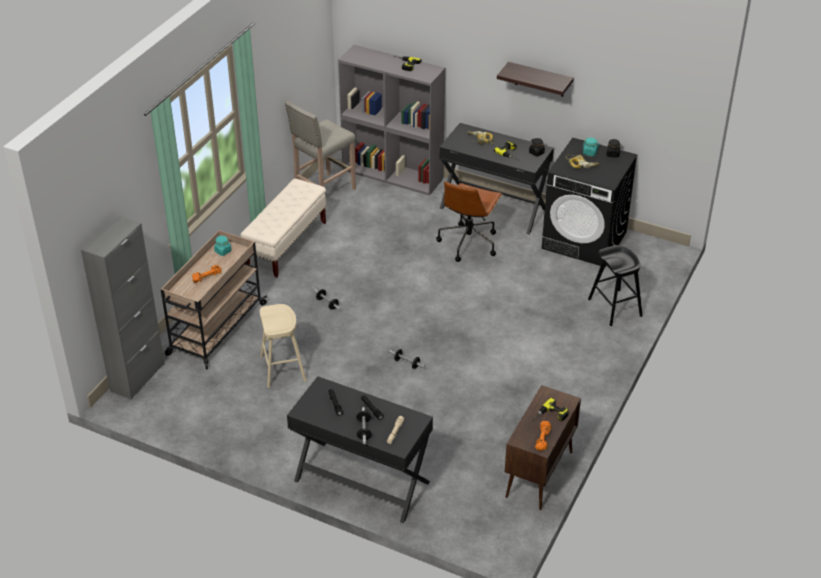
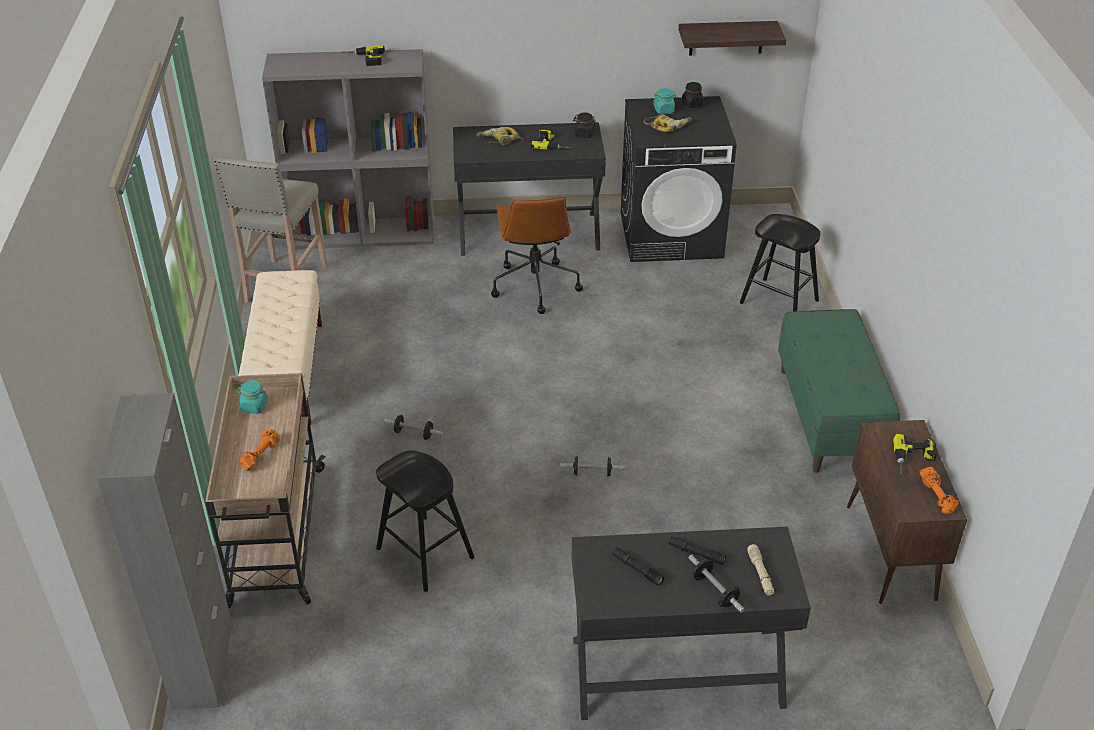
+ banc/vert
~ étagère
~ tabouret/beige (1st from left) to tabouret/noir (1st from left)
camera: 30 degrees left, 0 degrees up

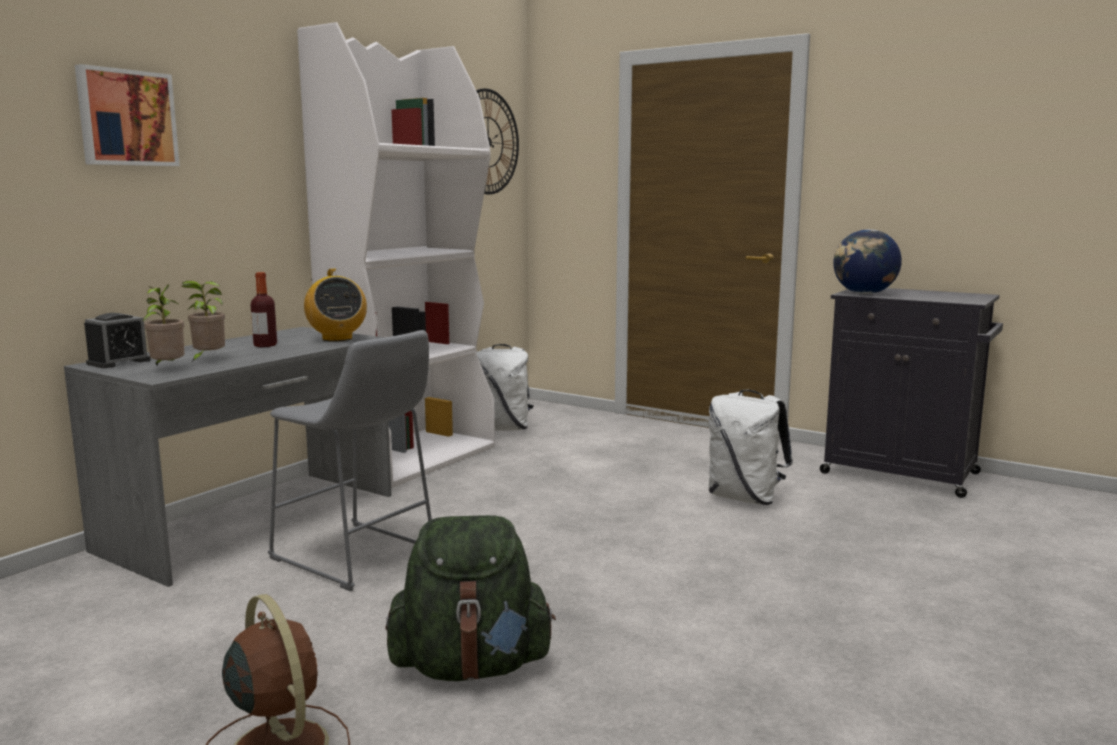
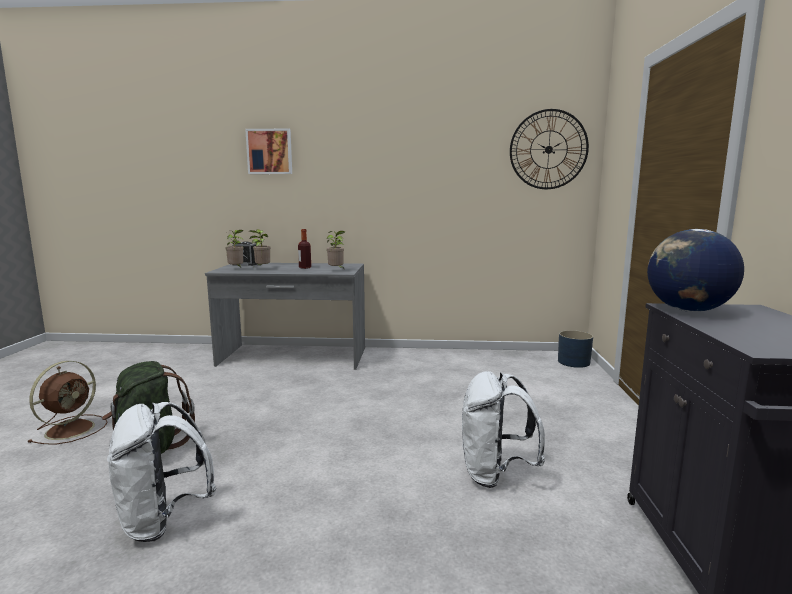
- tabouret/gris
- bibliothèque/blanc
+ cache-pot/bleu
~ sac à dos/blanc (1st from left)
~ radio to plante en pot (3rd from left)
camera: 60 degrees right, 0 degrees up

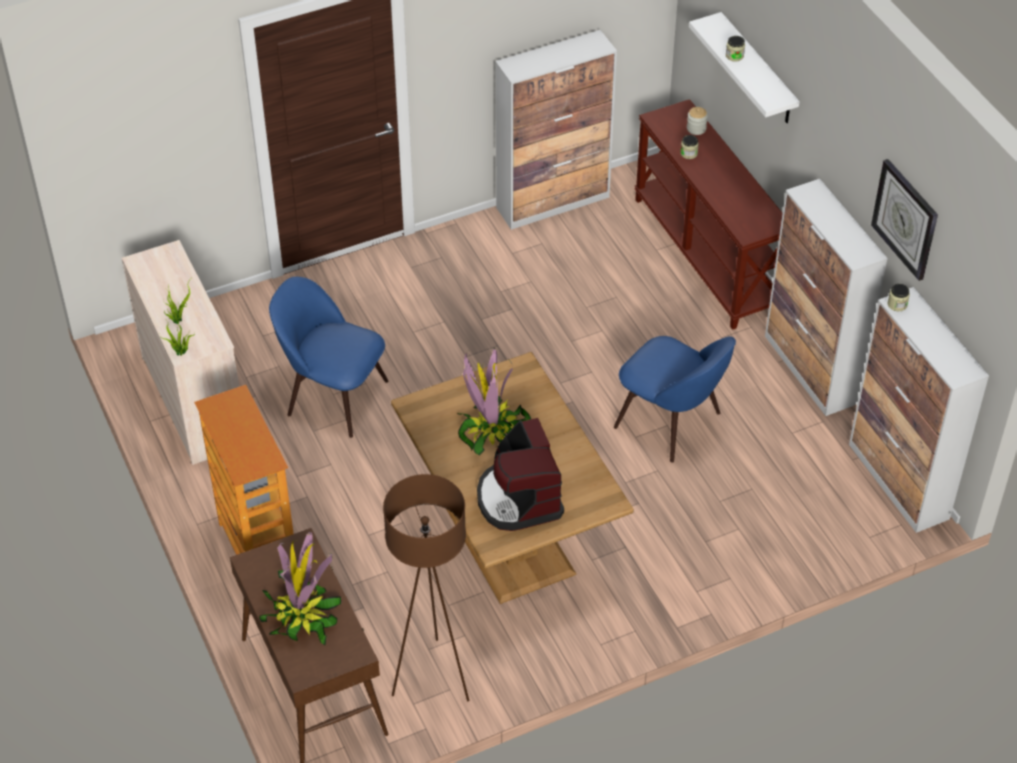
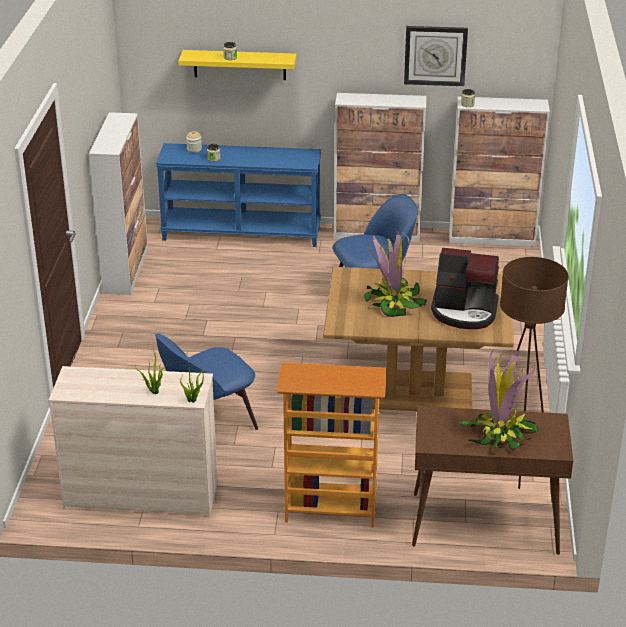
~ table console/marron (2nd from left) to table console/bleu
~ étagère/blanc to étagère/jaune
camera: 60 degrees left, 15 degrees down

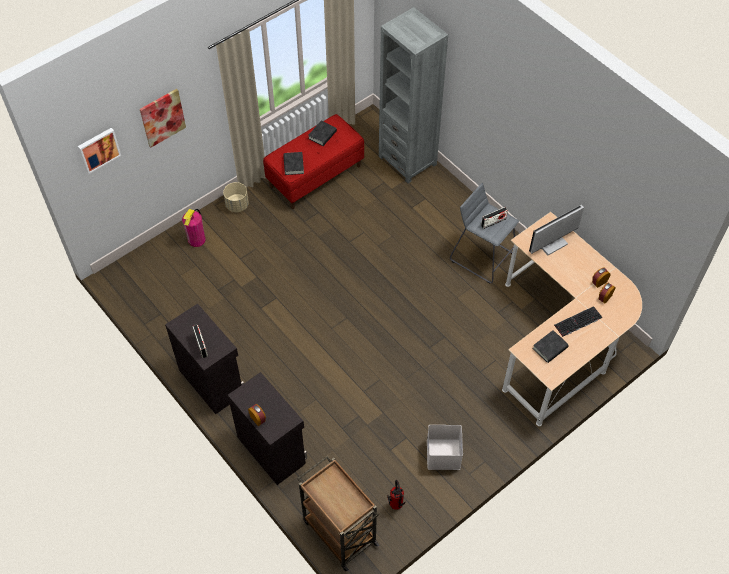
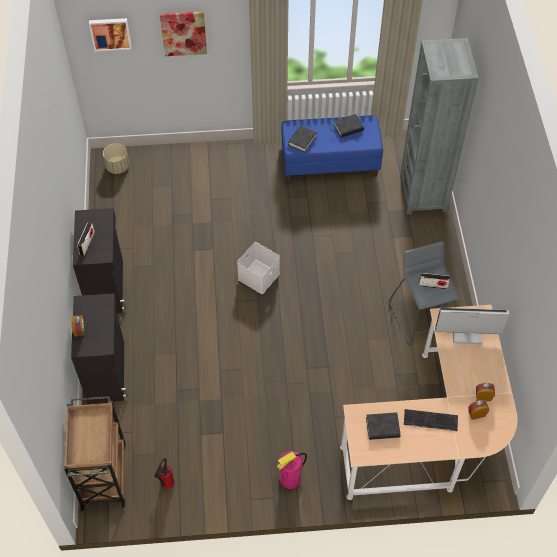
~ extincteur (1st from left in the first image) to extincteur (2nd from left)
~ cache-pot/beige
~ boîte de rangement/blanc
~ banc/rouge to banc/bleu
camera: 35 degrees right, 0 degrees up

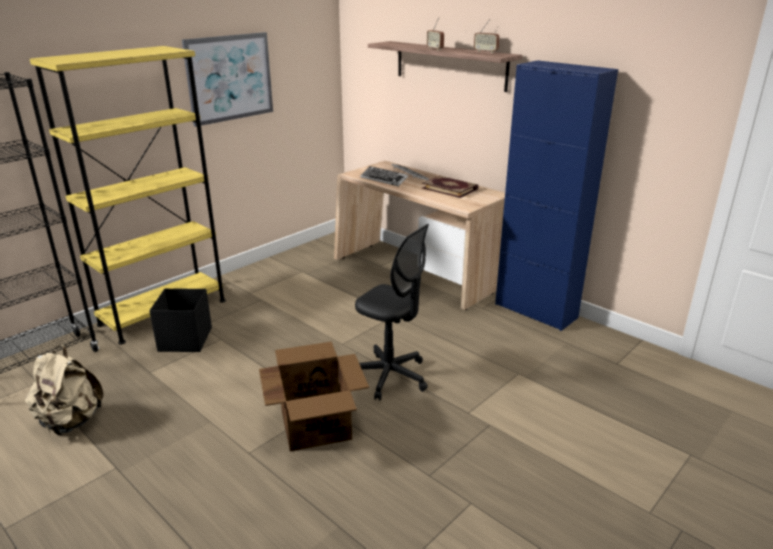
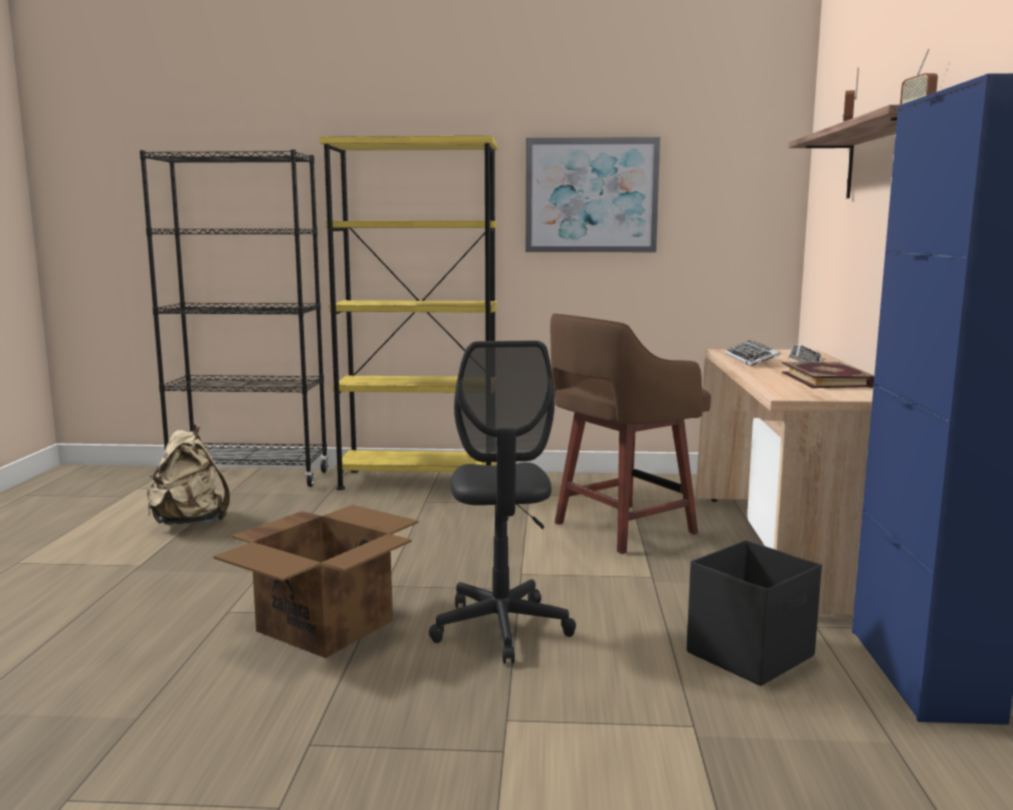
+ tabouret/marron
~ boîte de rangement/noir
camera: 50 degrees right, 15 degrees down

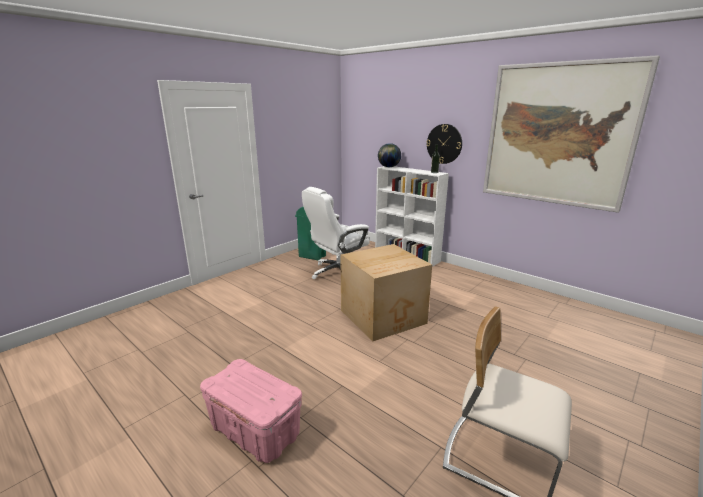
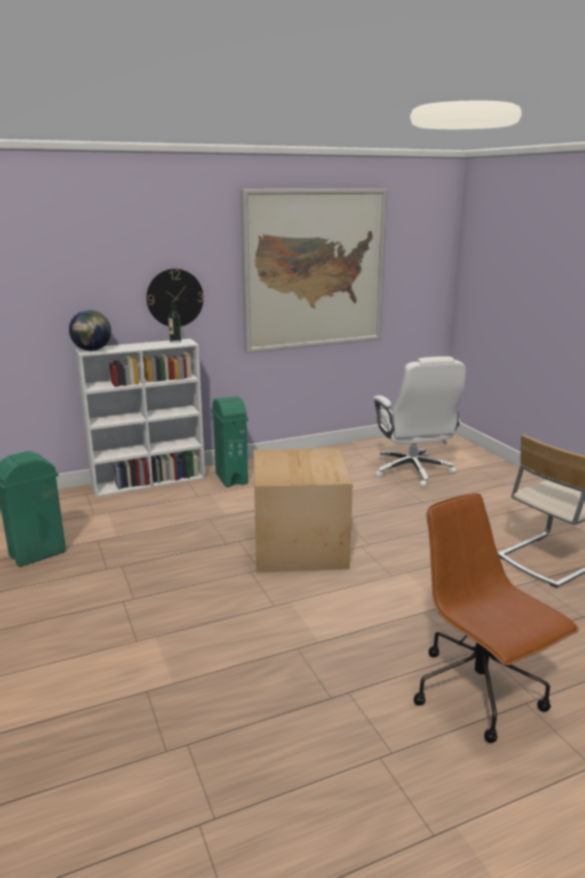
+ poubelle/vert (2nd from left)
~ chaise de bureau/blanc
~ boîte de rangement/rose to chaise de bureau/marron
camera: 65 degrees left, 0 degrees up

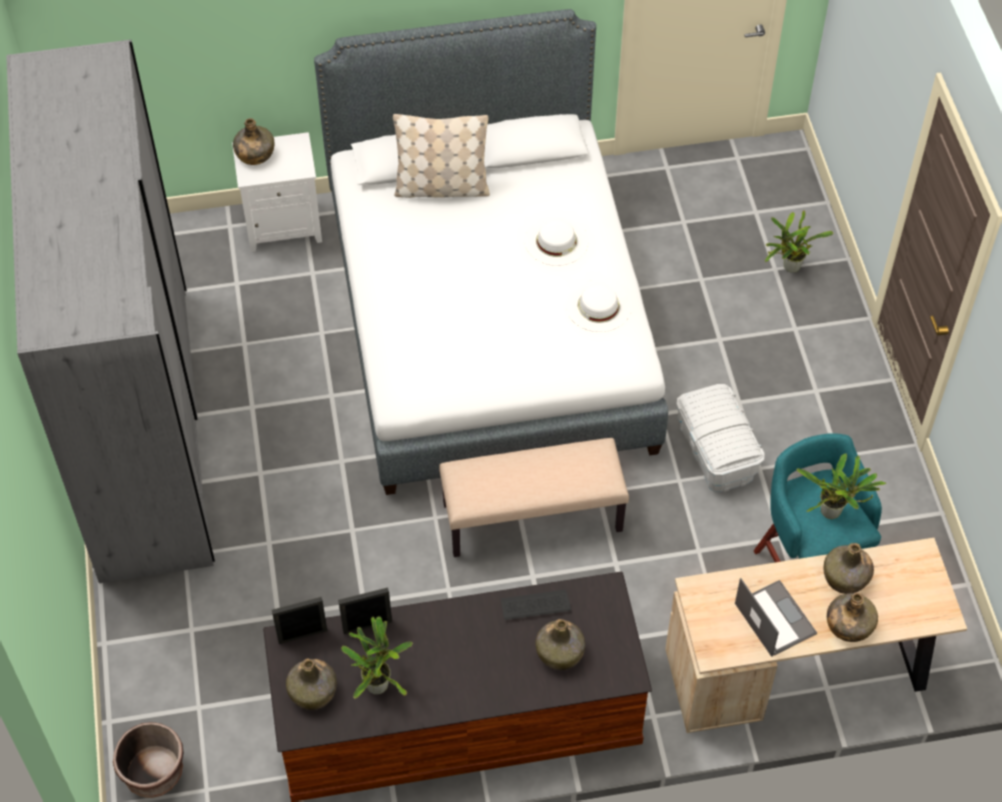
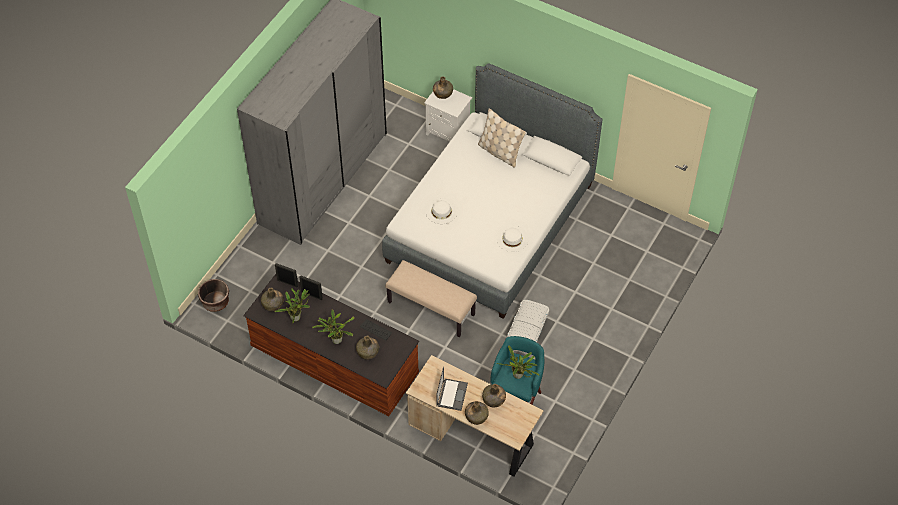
~ chapeau/blanc (1st from left)
~ plante en pot (2nd from left)
camera: 40 degrees right, 0 degrees up

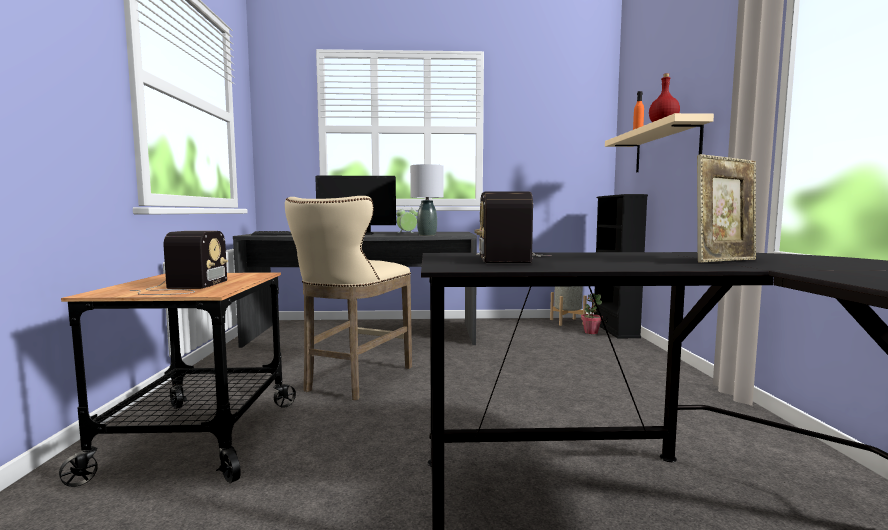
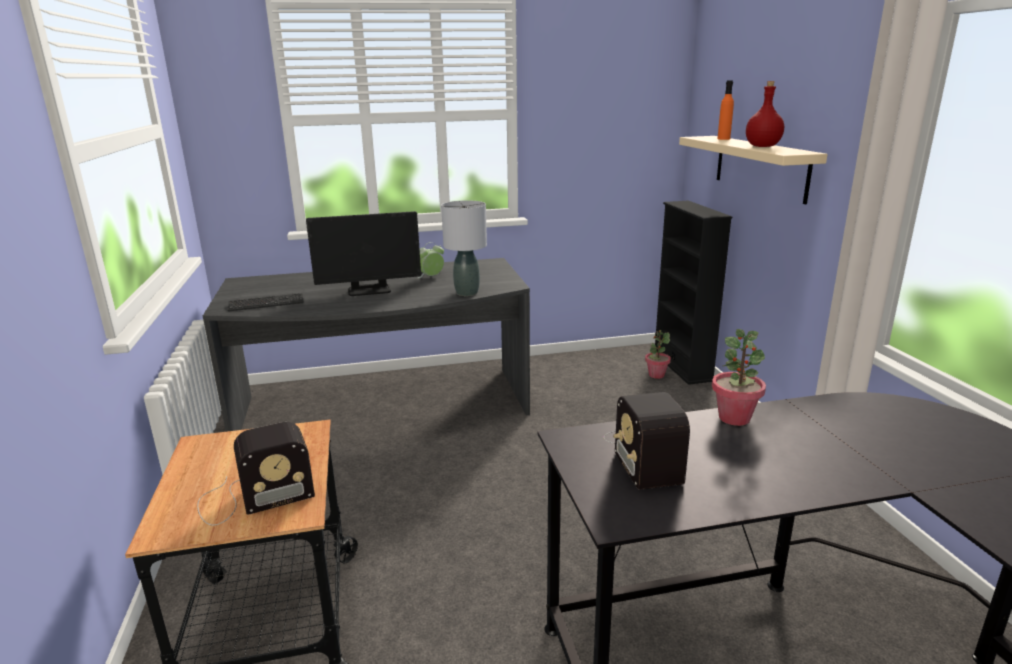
- tabouret/beige
- cache-pot/gris
- cadre photo
+ plante en pot (2nd from left)
~ radio (1st from left) 75 degrees clockwise
camera: 10 degrees left, 15 degrees up

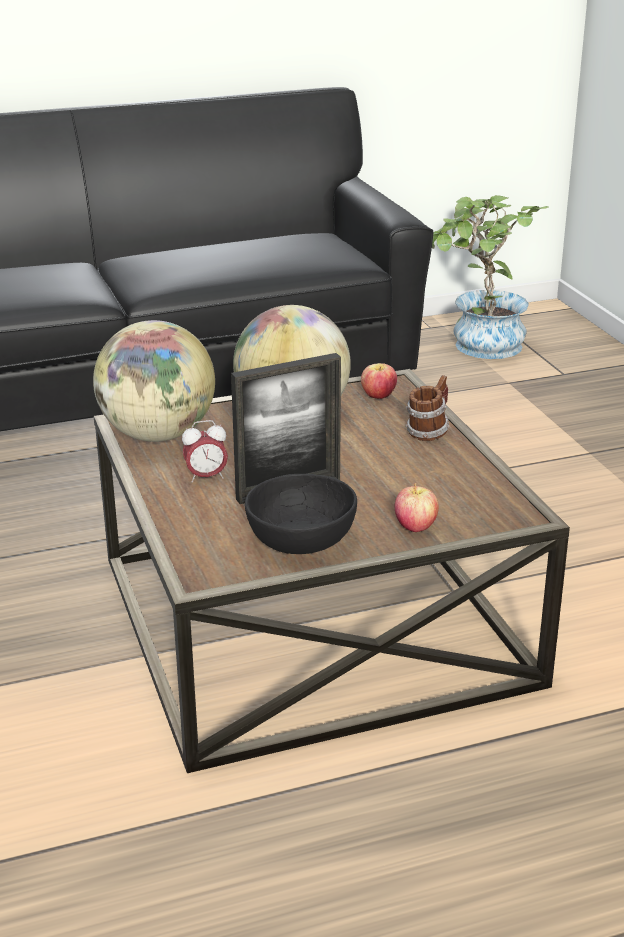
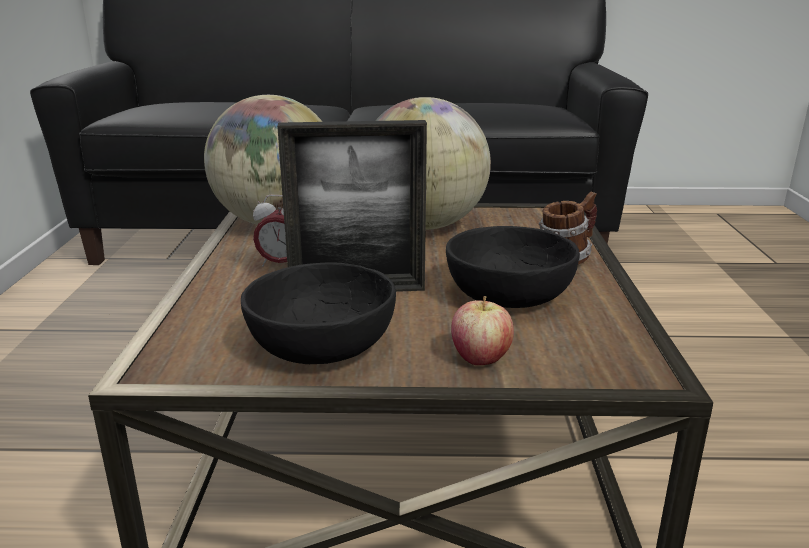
- pomme (1st from left)
- plante en pot
+ bol/noir (2nd from left)
camera: 20 degrees right, 5 degrees down

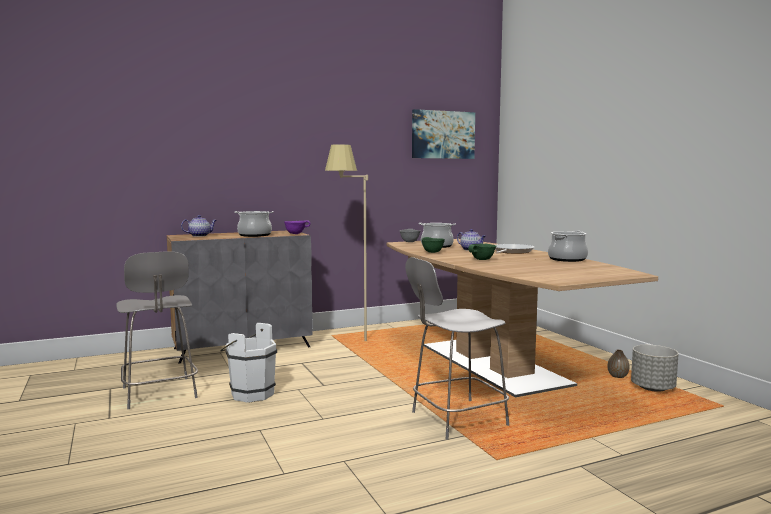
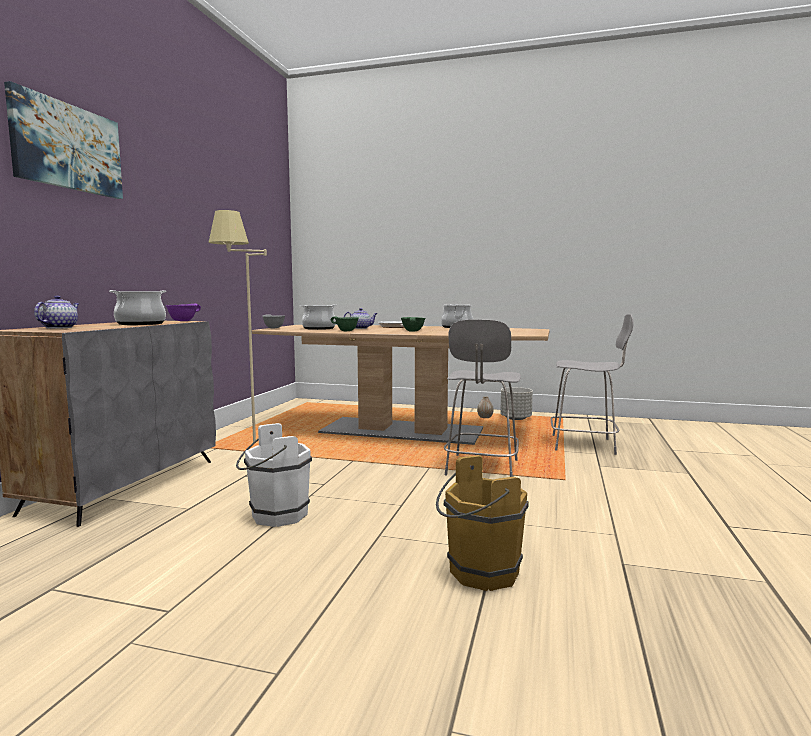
+ seau/marron
~ chaise/gris (1st from left in the first image) to chaise/gris (2nd from left)
~ tableau
camera: 50 degrees left, 0 degrees up

